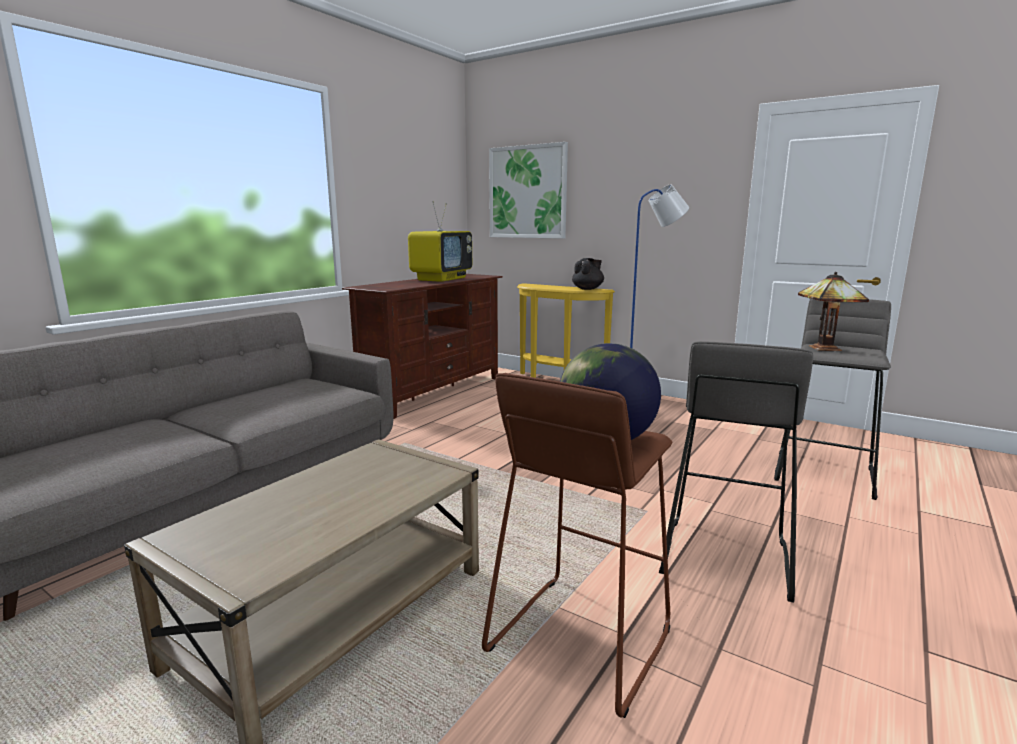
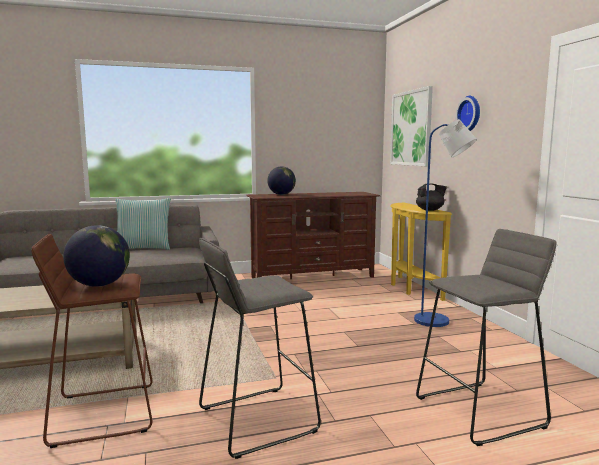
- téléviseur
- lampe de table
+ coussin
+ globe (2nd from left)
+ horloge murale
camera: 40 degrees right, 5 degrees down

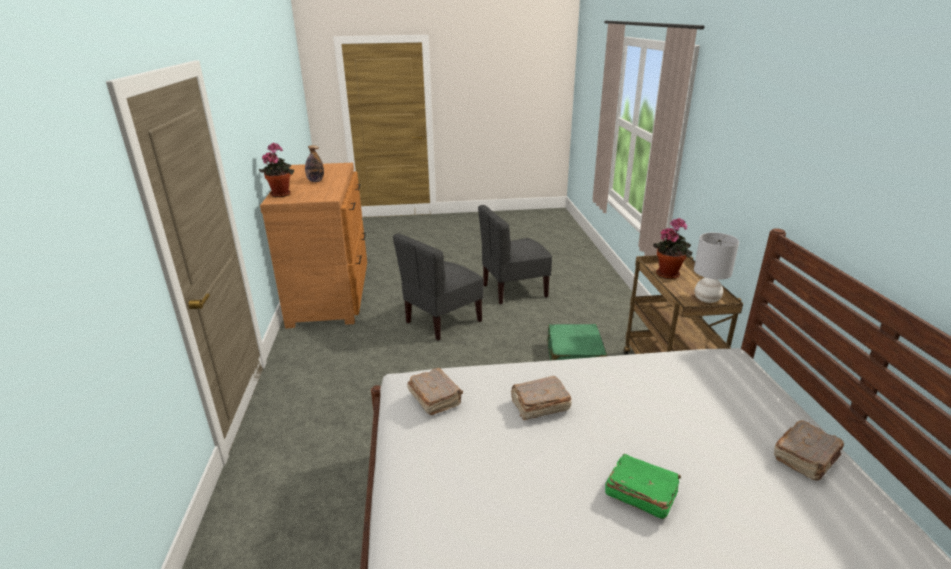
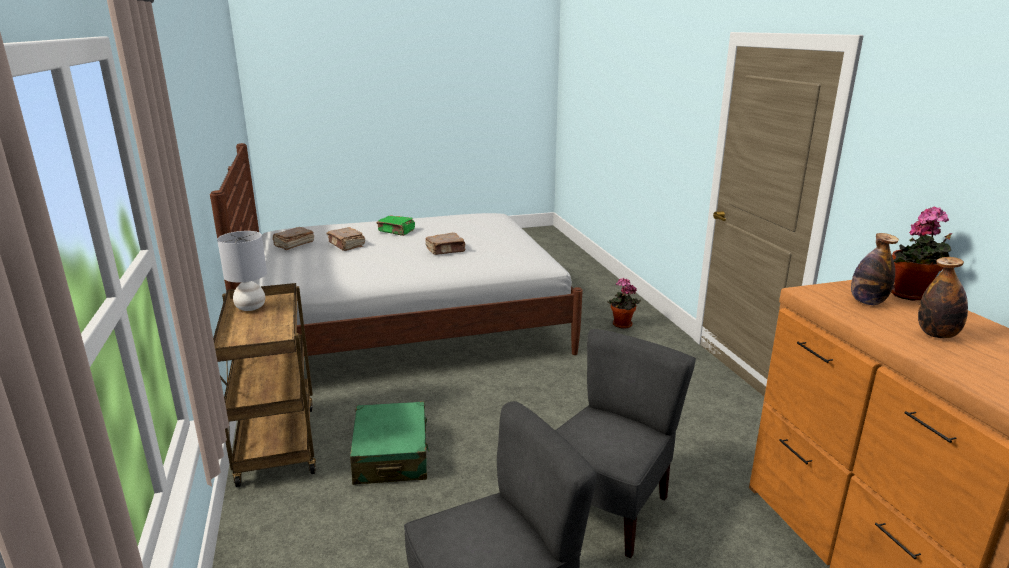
+ bouteille (1st from left)
~ livre/marron (1st from left in the first image) to livre/marron (2nd from left)
~ plante en pot (2nd from left in the first image) to plante en pot (1st from left)
camera: 170 degrees right, 5 degrees down

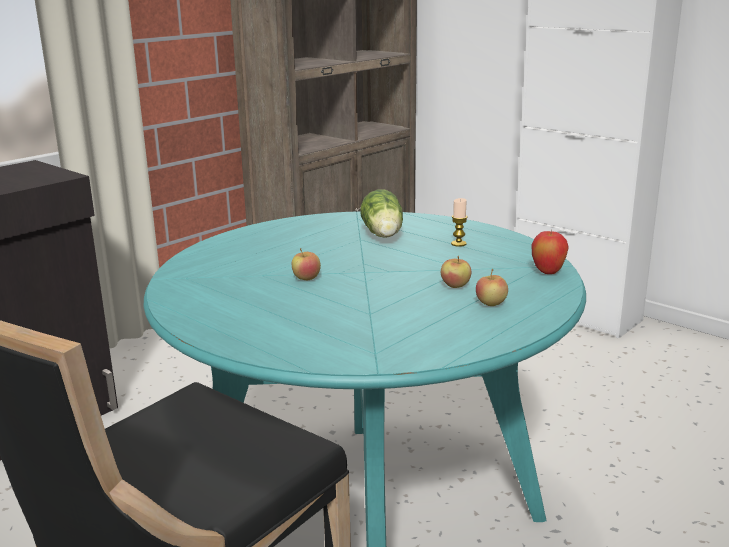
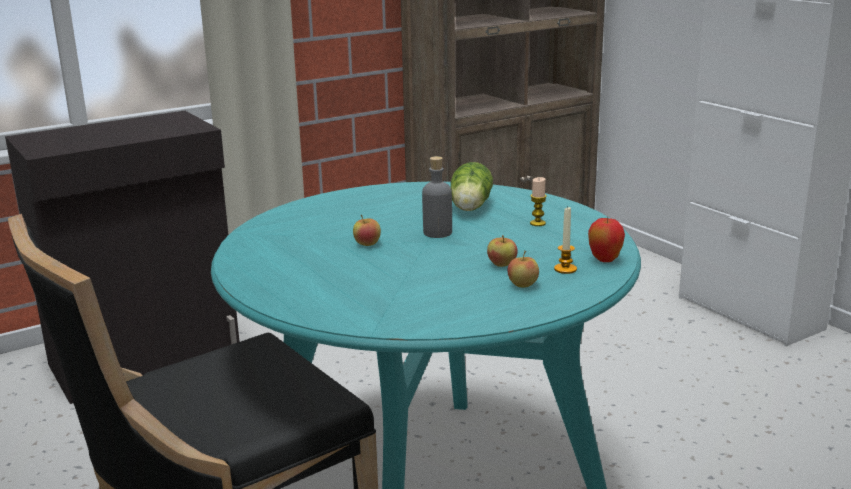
+ bouteille/gris
+ bougie (2nd from left)
camera: 15 degrees right, 0 degrees up

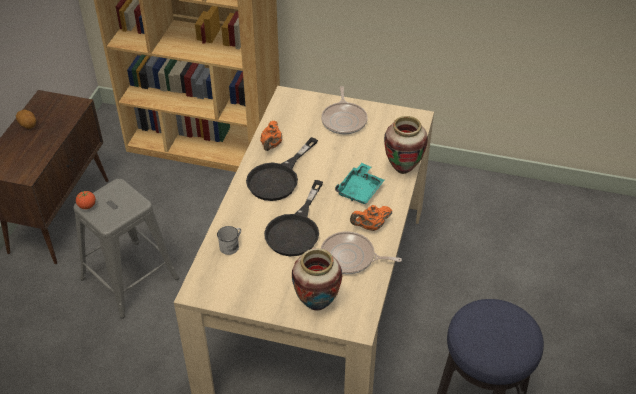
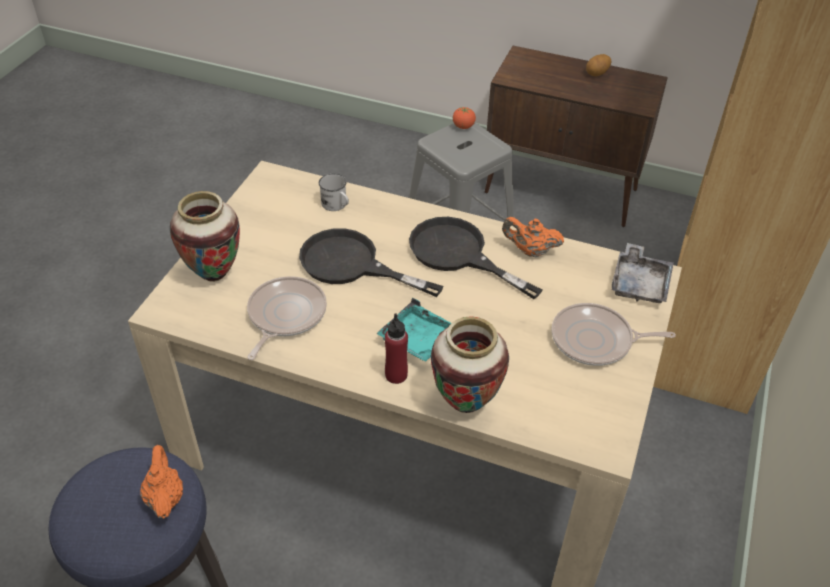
+ bouteille/rouge
+ plateau/gris
~ théière/orange (2nd from left in the first image) to théière/orange (1st from left)
camera: 95 degrees right, 0 degrees up

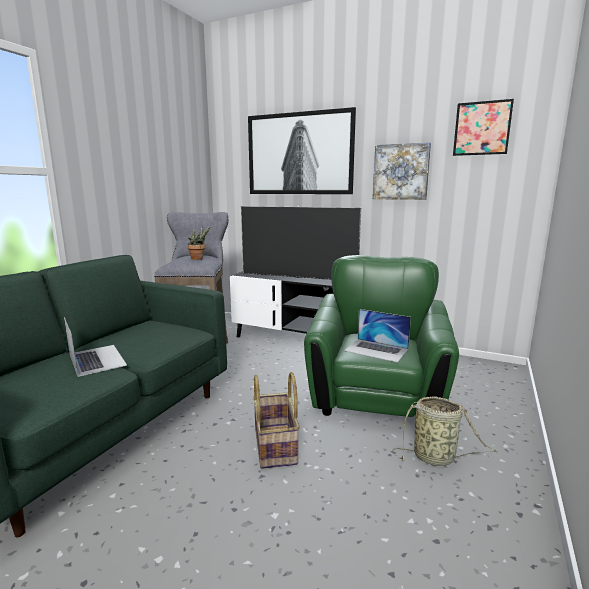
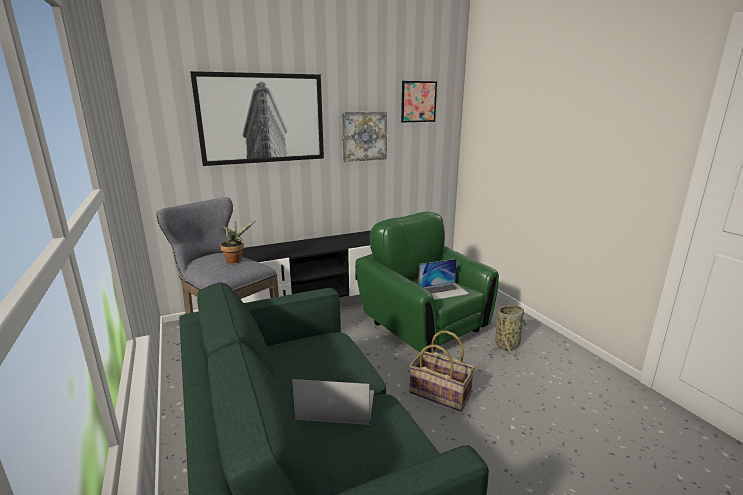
- téléviseur
camera: 50 degrees left, 5 degrees up

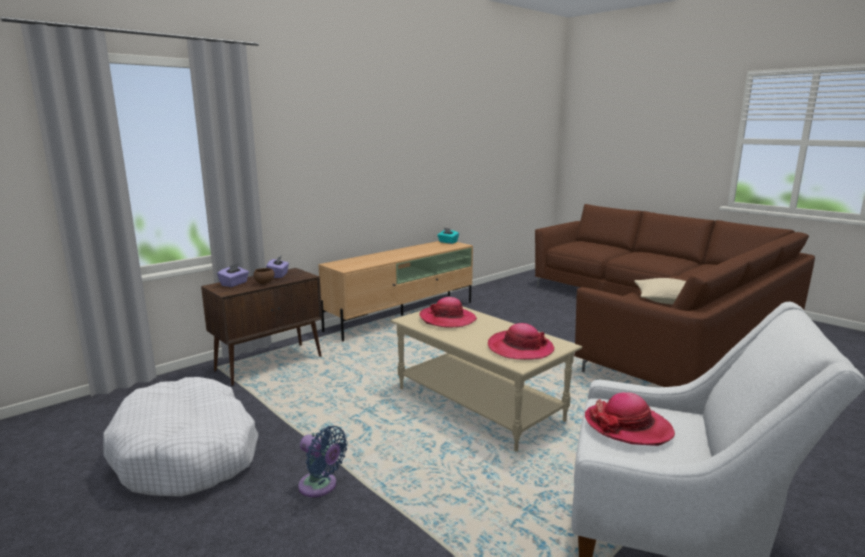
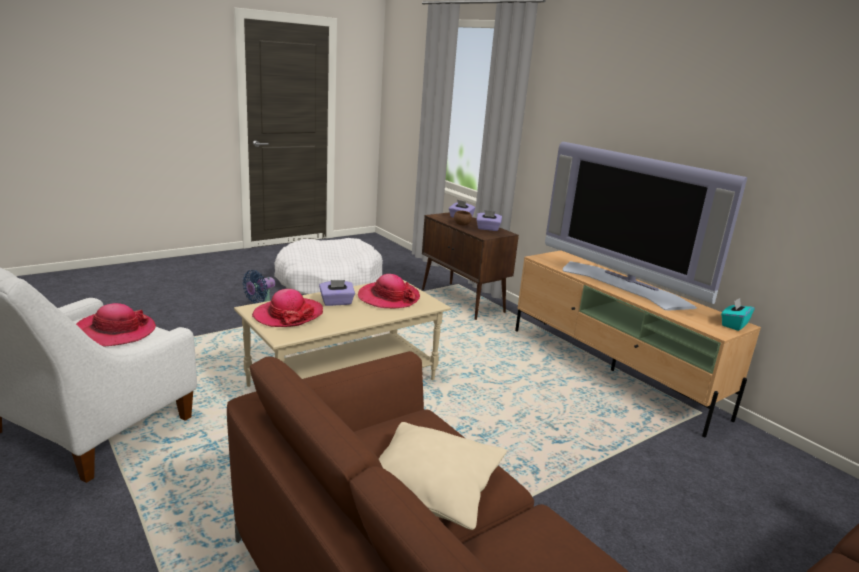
+ boîte à mouchoirs/violet (1st from left)
+ téléviseur
camera: 95 degrees right, 5 degrees up

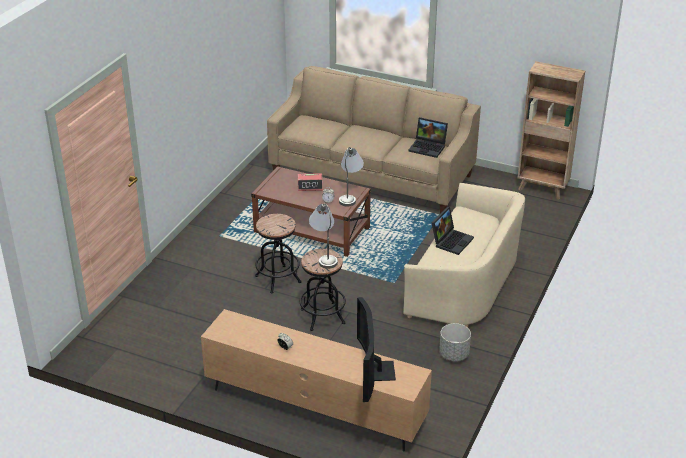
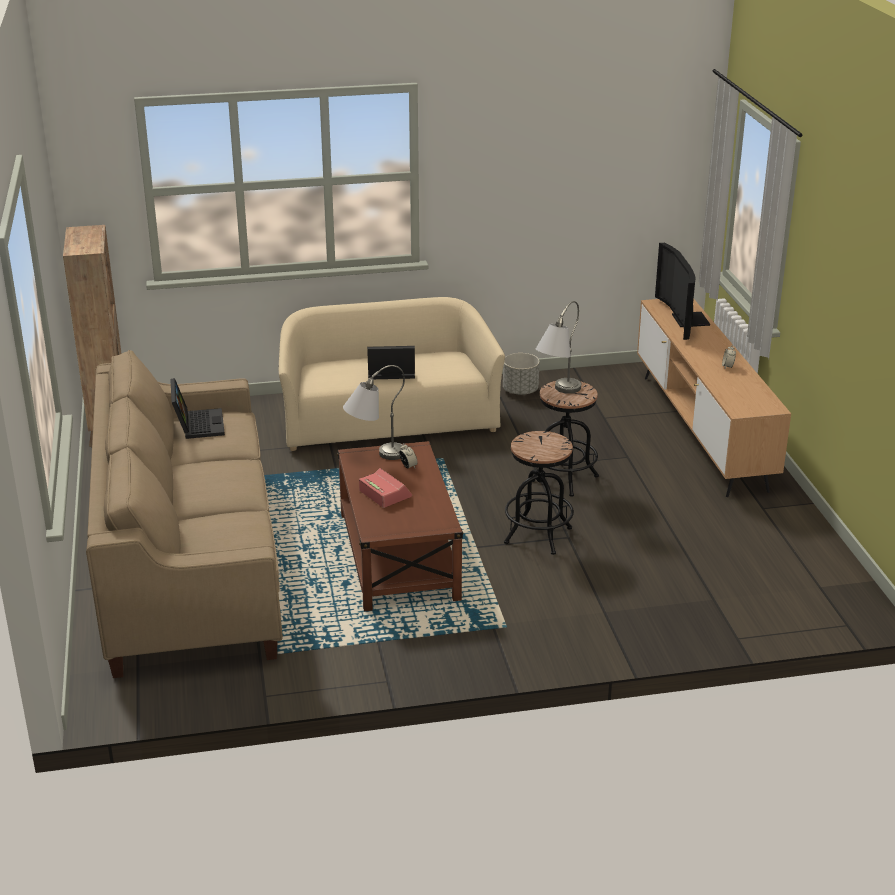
~ téléviseur 120 degrees clockwise
camera: 125 degrees left, 5 degrees down

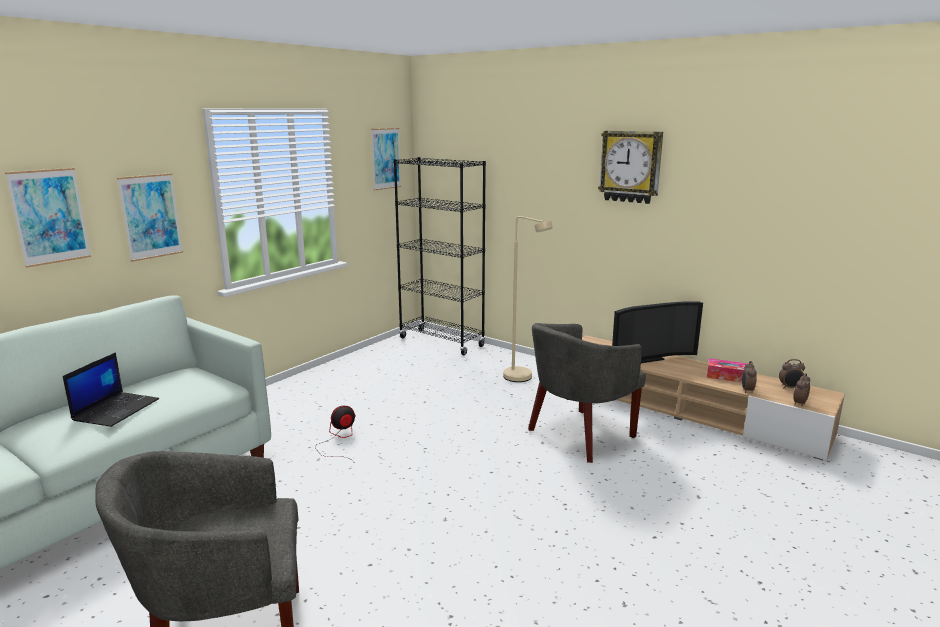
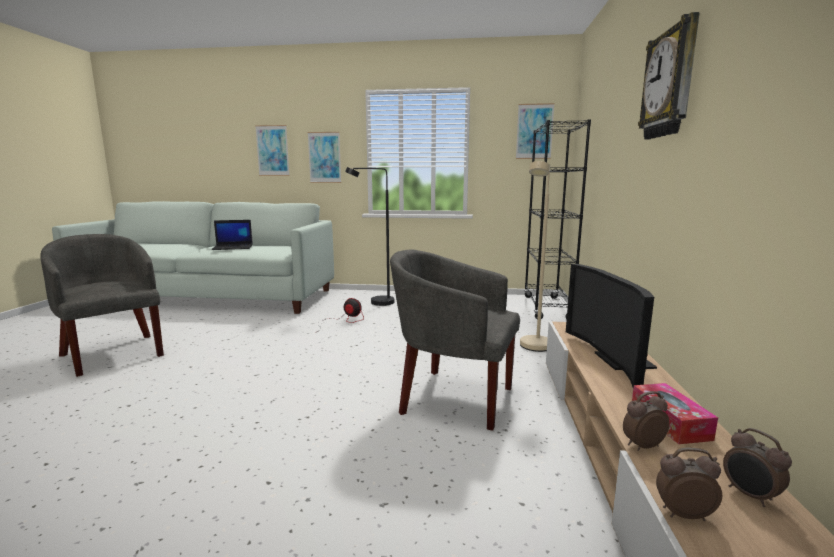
+ lampadaire/noir
~ téléviseur 45 degrees clockwise
camera: 60 degrees right, 5 degrees down

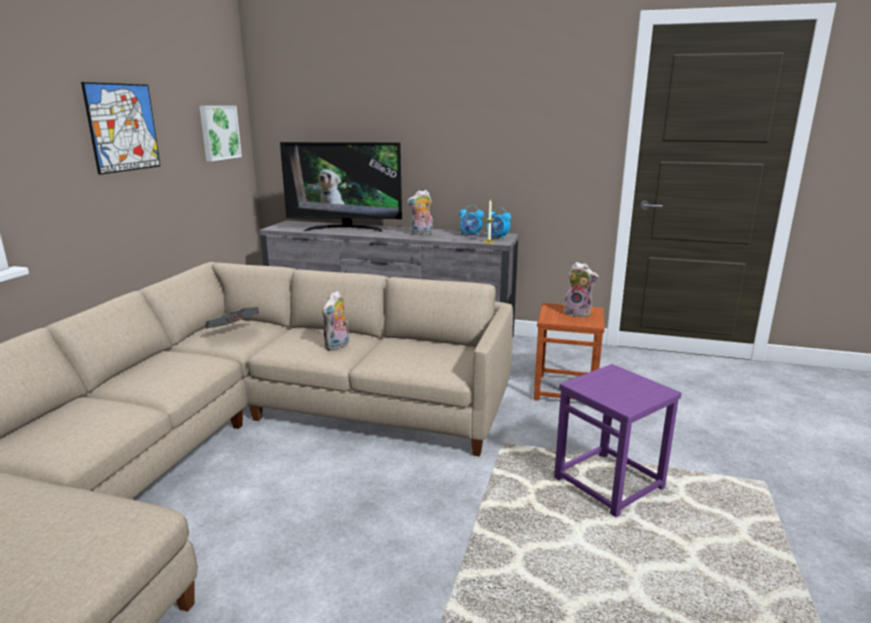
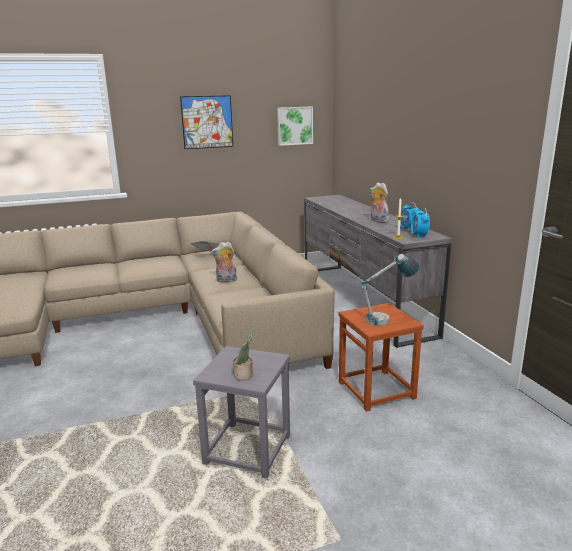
- téléviseur
+ plante en pot
~ peluche (3rd from left) to lampe de table
~ tabouret/violet to tabouret/gris
camera: 55 degrees right, 0 degrees up

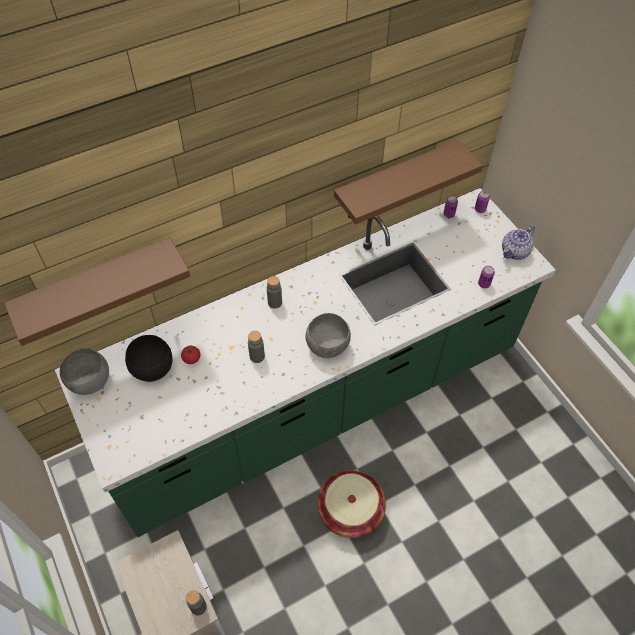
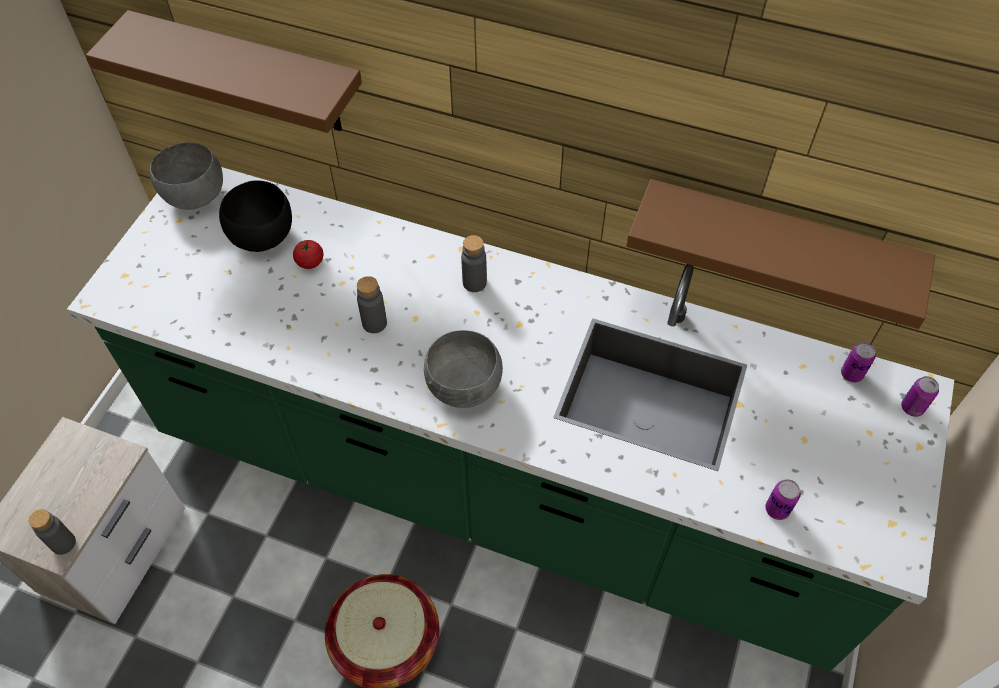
- théière
camera: 50 degrees right, 0 degrees up

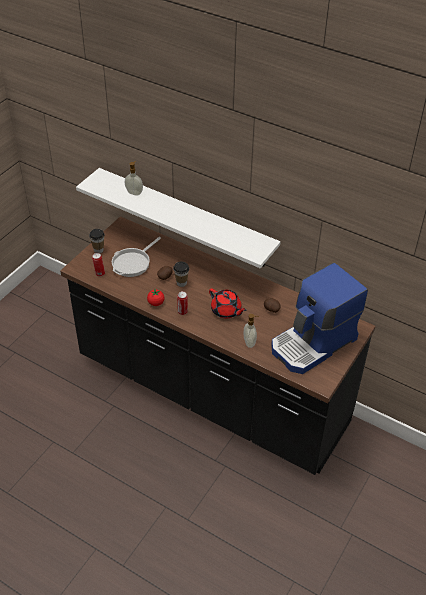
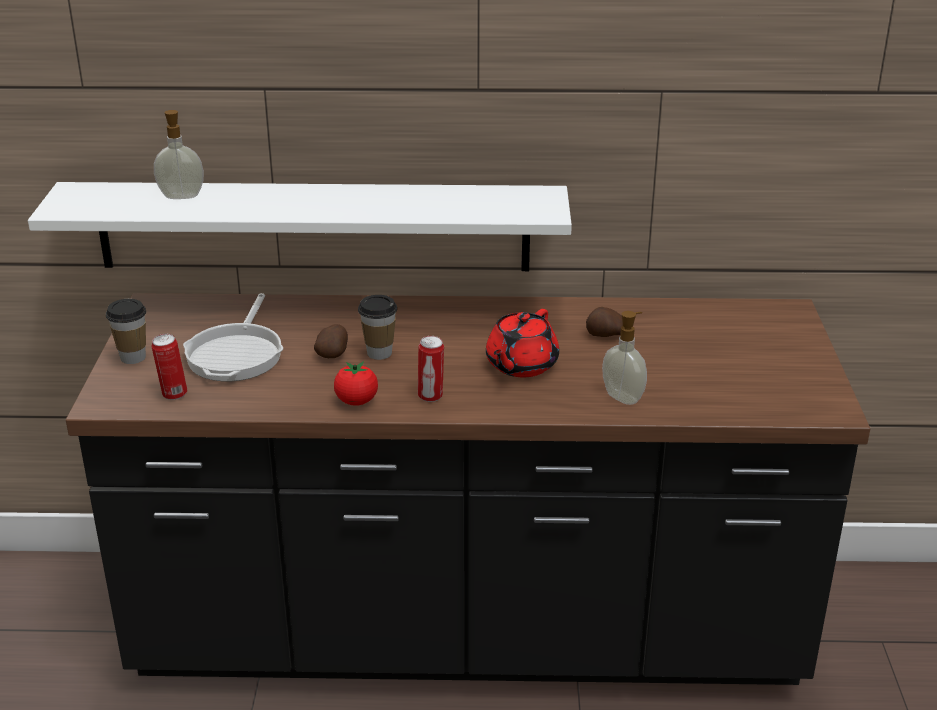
- machine à café
~ théière/rouge 105 degrees clockwise
camera: 30 degrees left, 15 degrees down

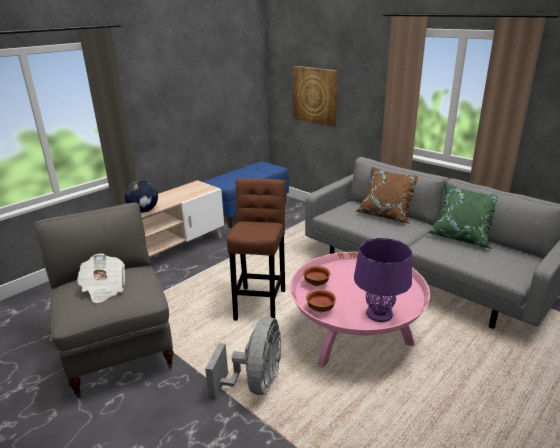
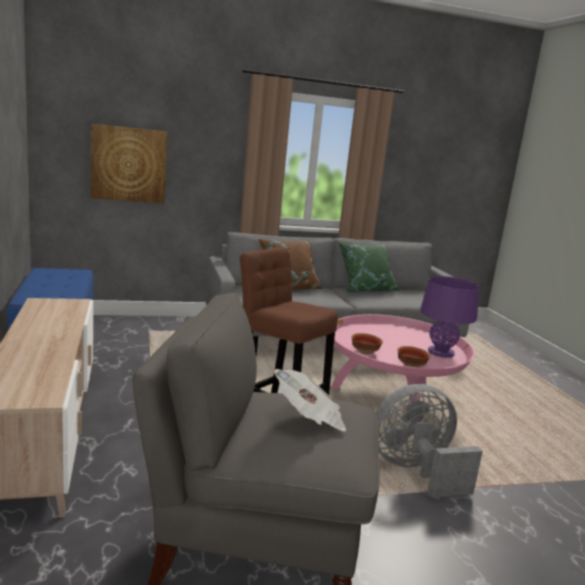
- globe
~ ventilateur/gris 60 degrees counterclockwise
camera: 60 degrees left, 10 degrees down

